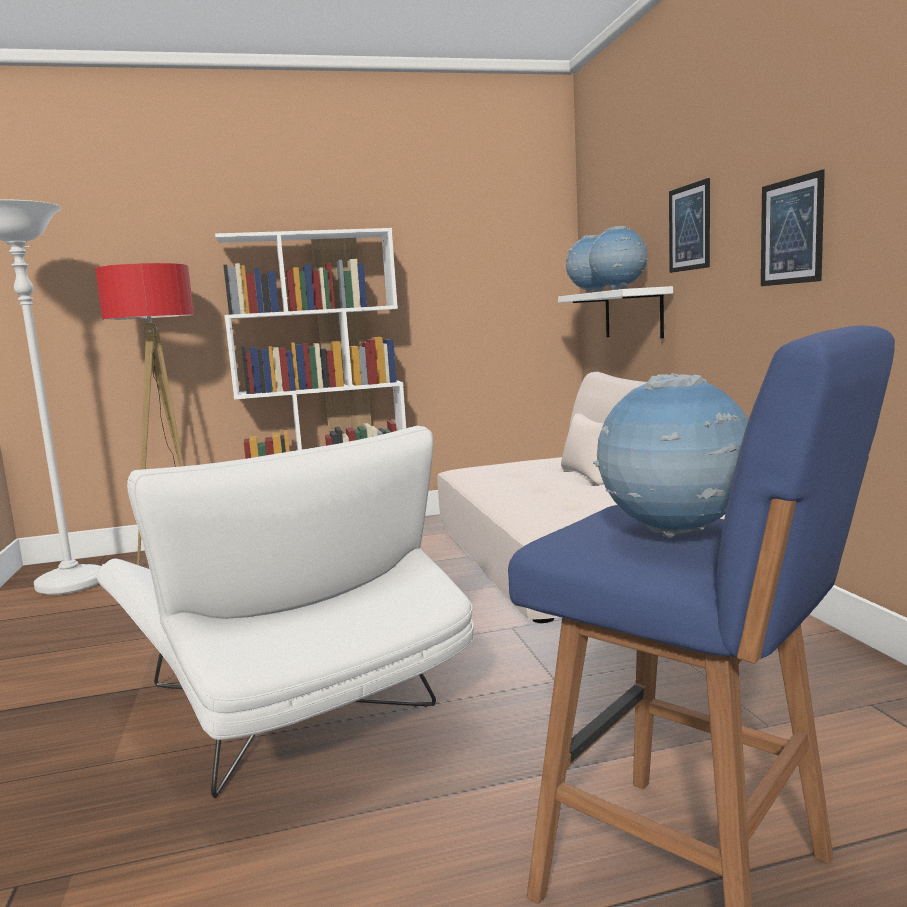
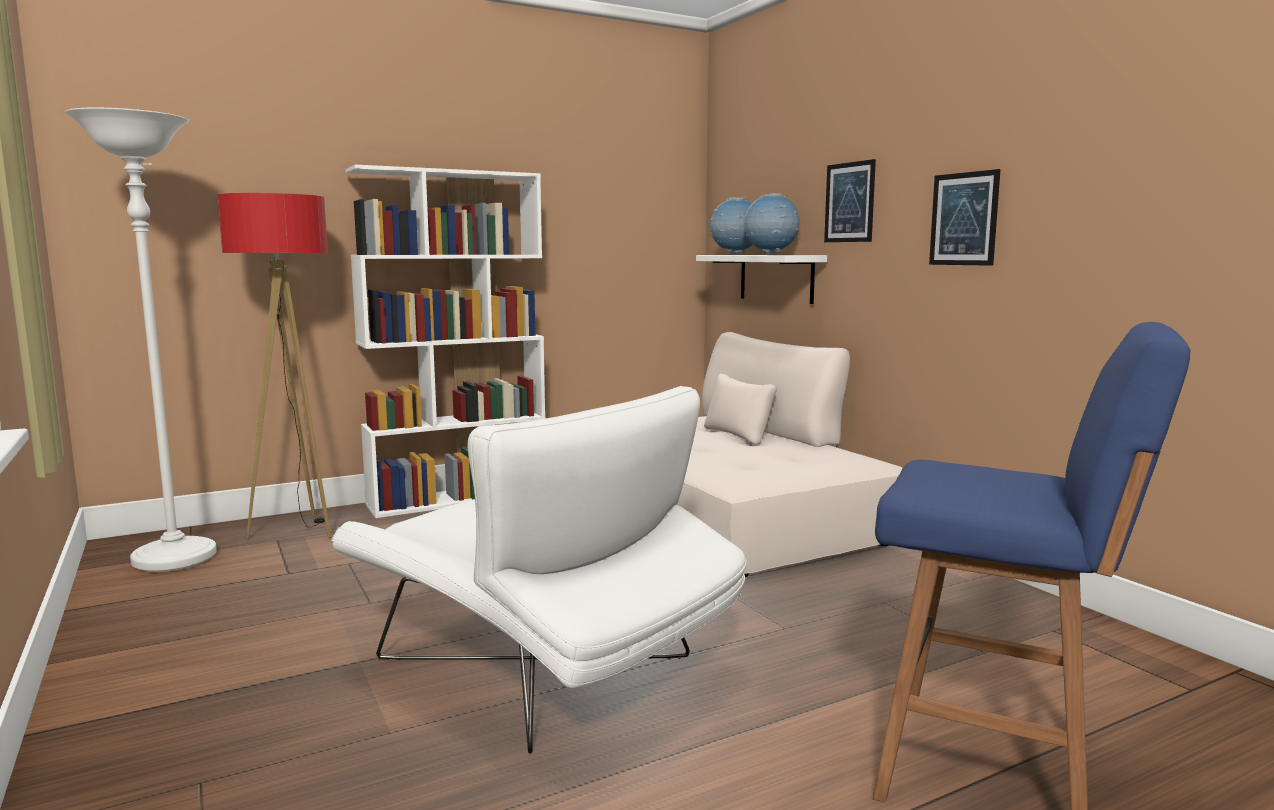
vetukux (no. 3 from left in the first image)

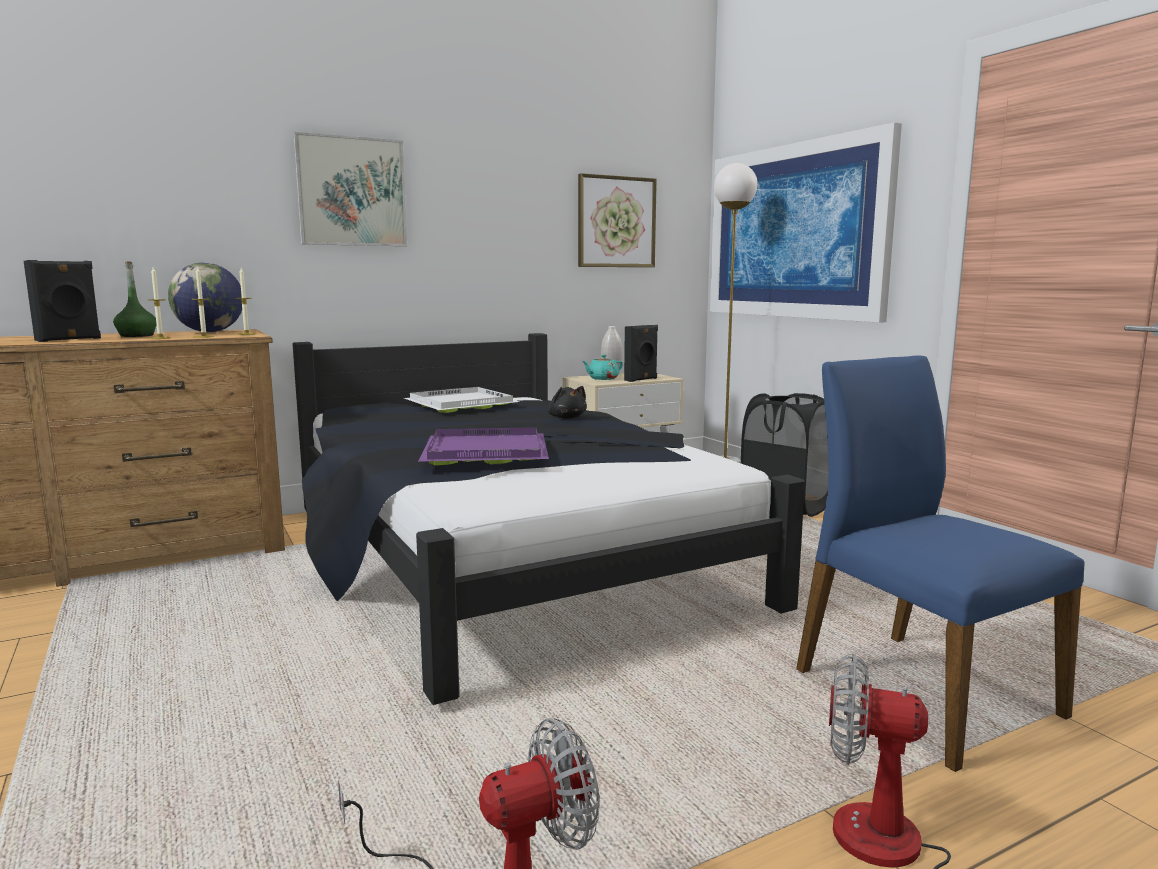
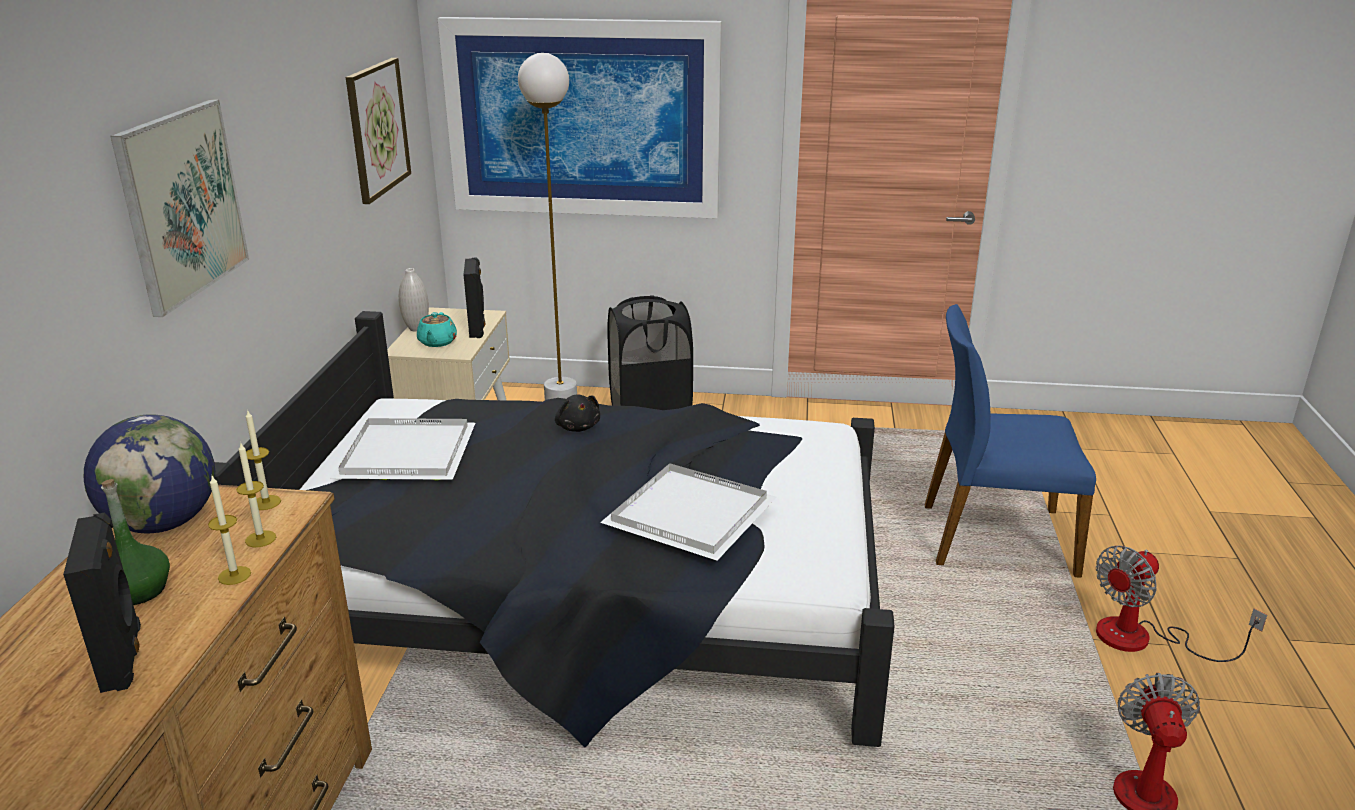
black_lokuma; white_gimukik (no. 2 from left)

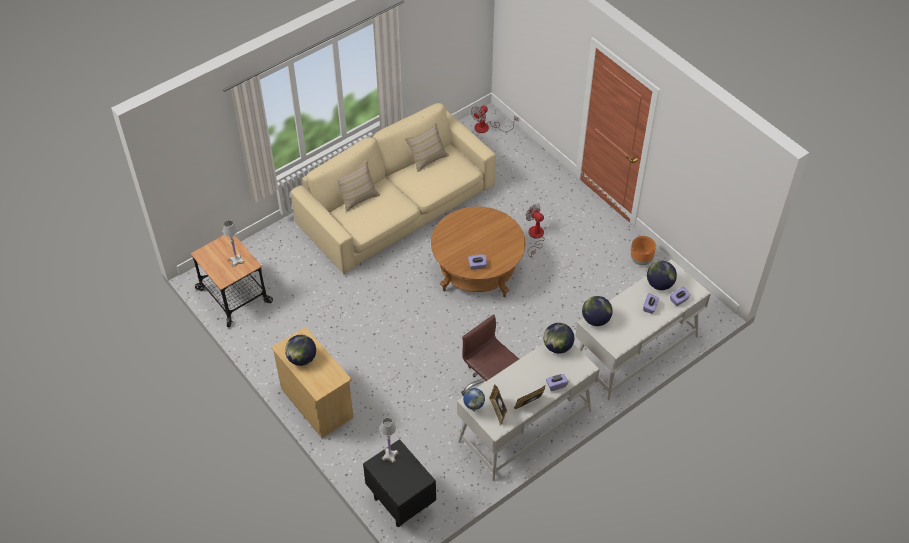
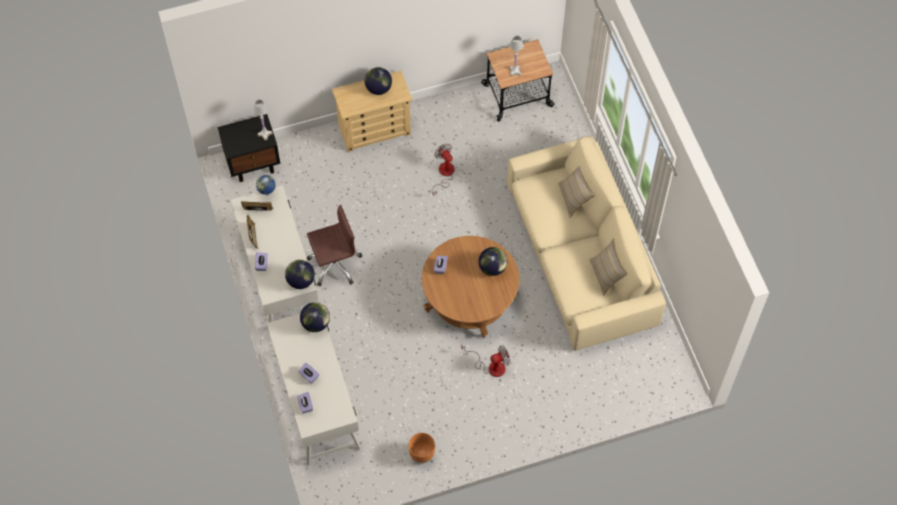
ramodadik (no. 1 from left); vetukux (no. 5 from left)

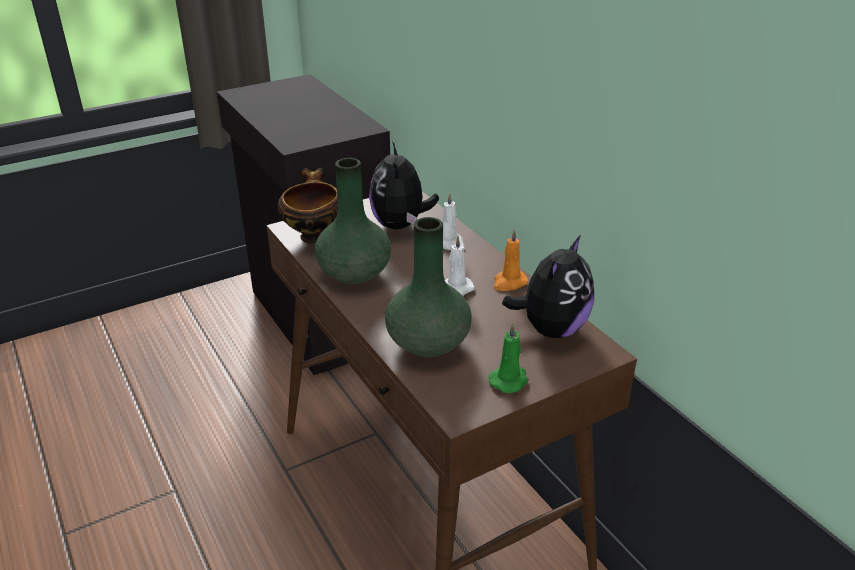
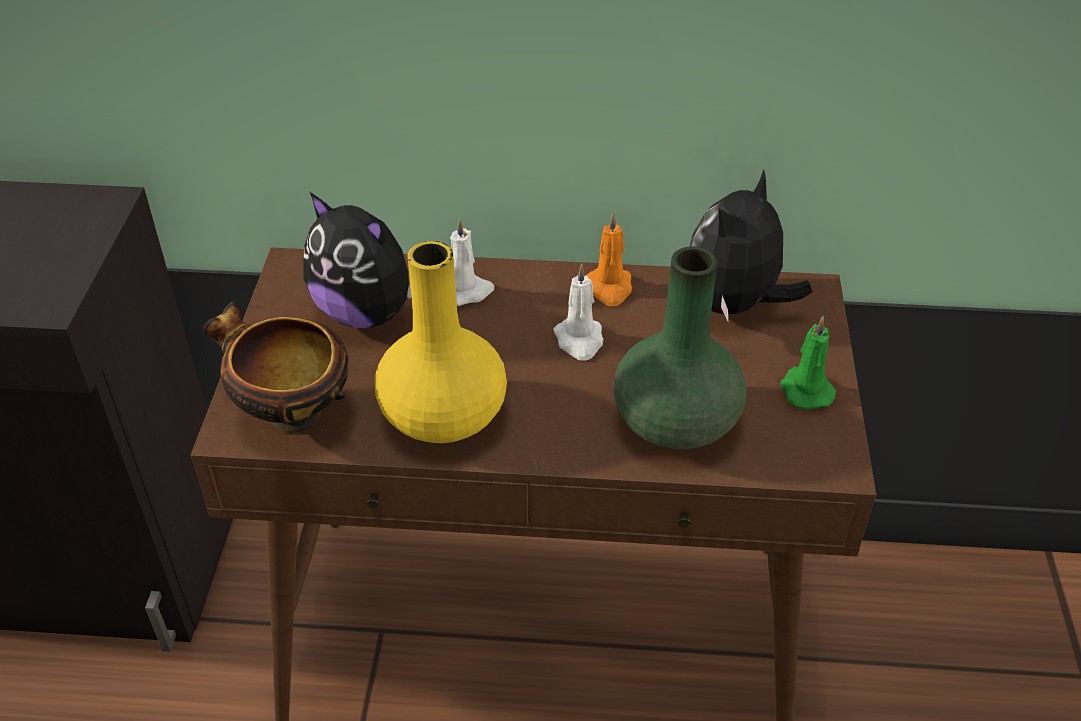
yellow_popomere; lokuma (no. 2 from left)

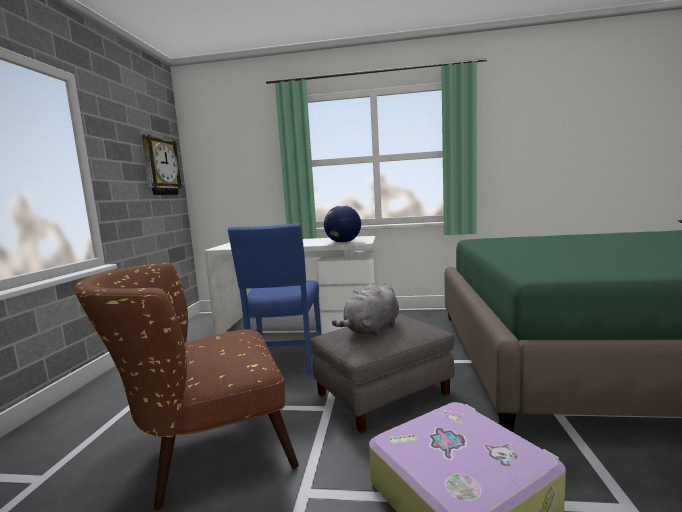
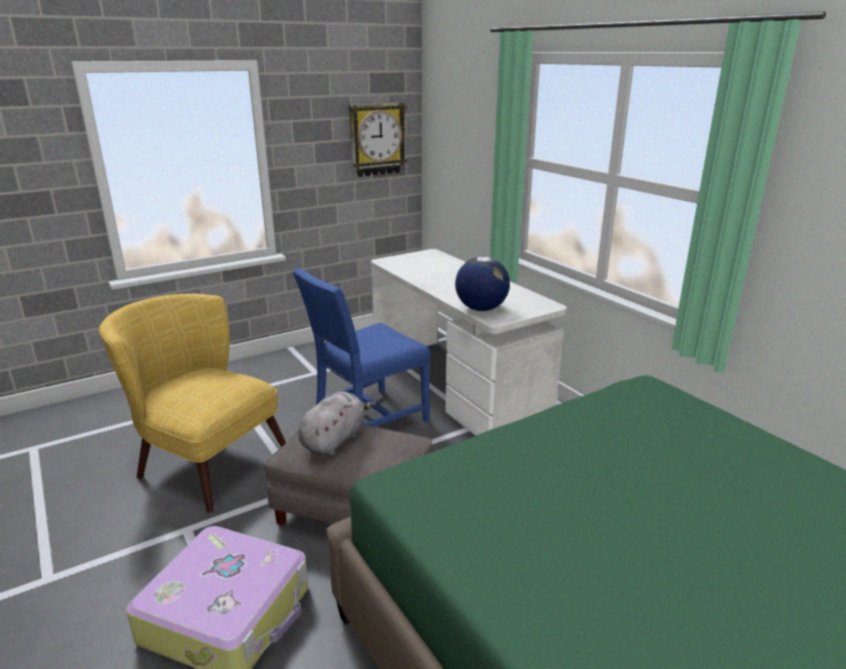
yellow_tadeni; grey_lokuma

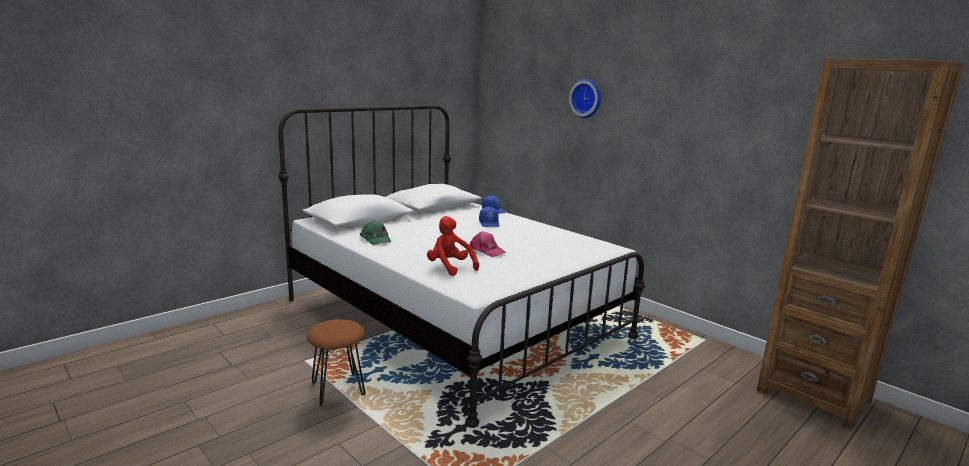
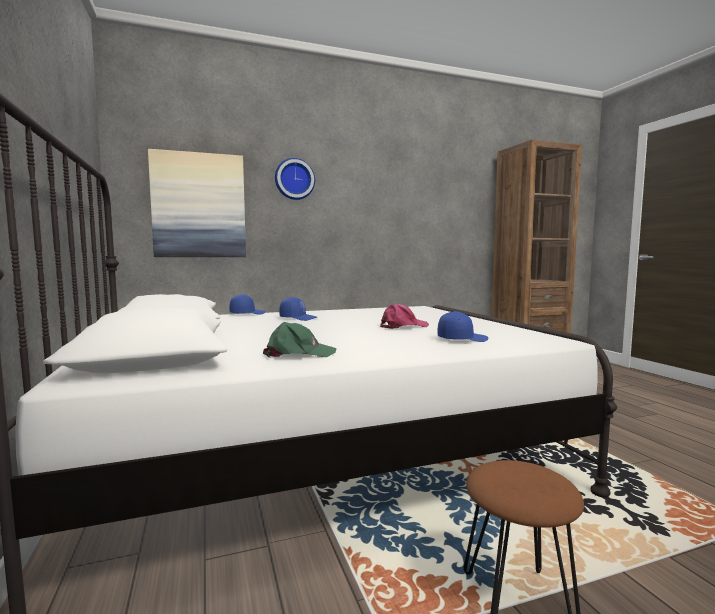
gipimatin; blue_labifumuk (no. 3 from left)

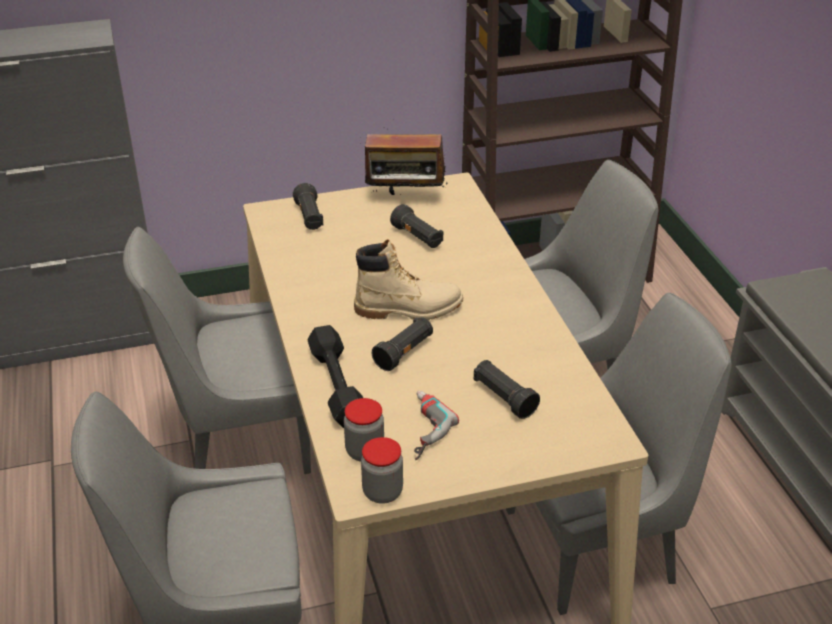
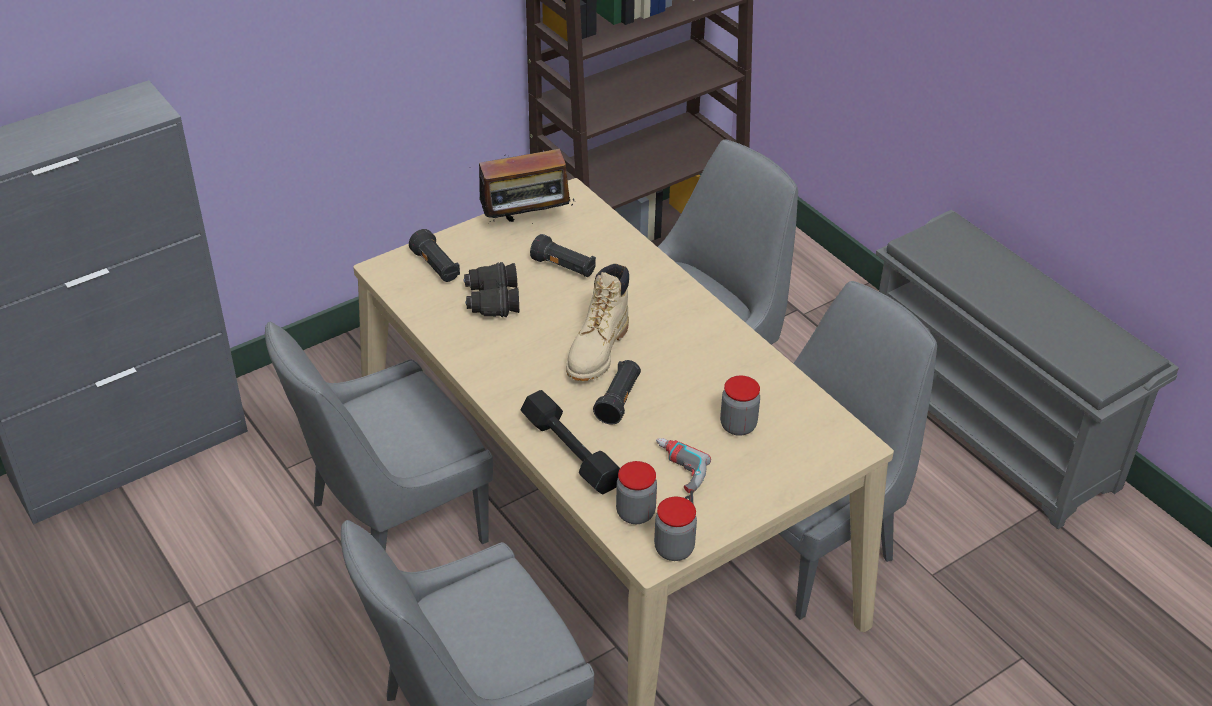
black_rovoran; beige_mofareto; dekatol (no. 3 from left)

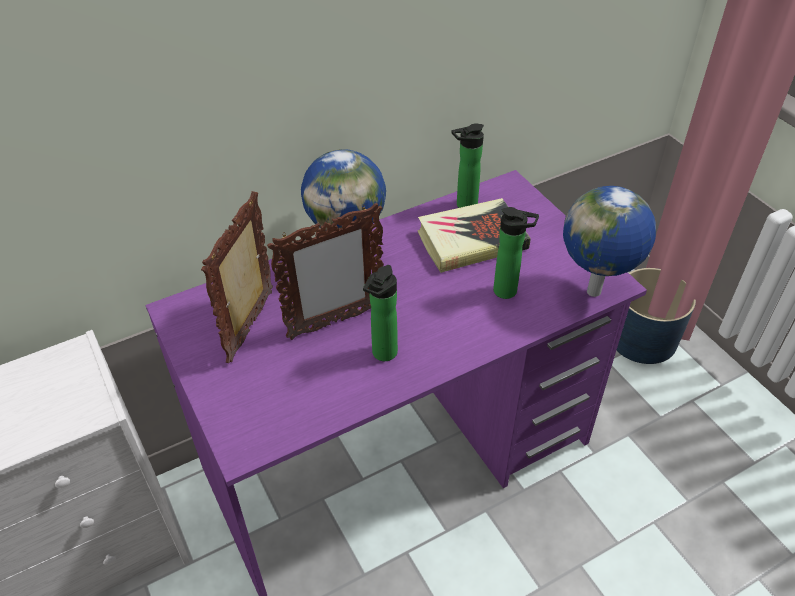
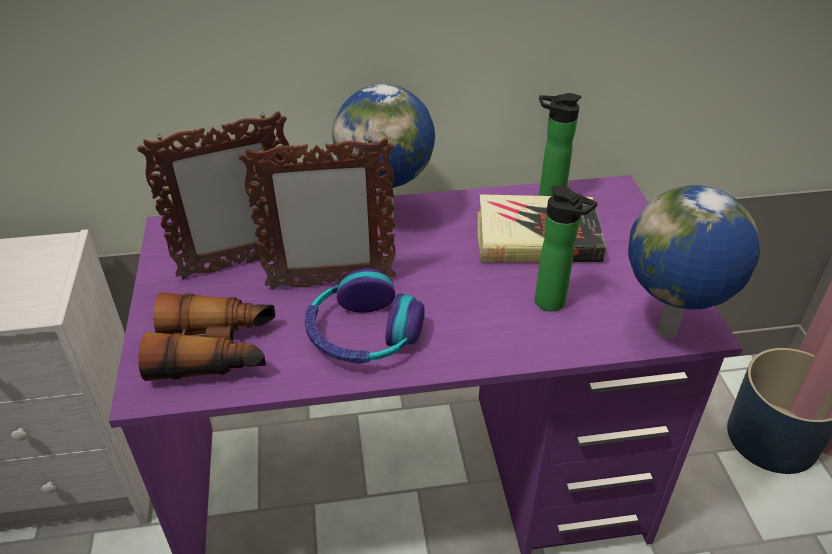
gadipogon (no. 1 from left); rovoran; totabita

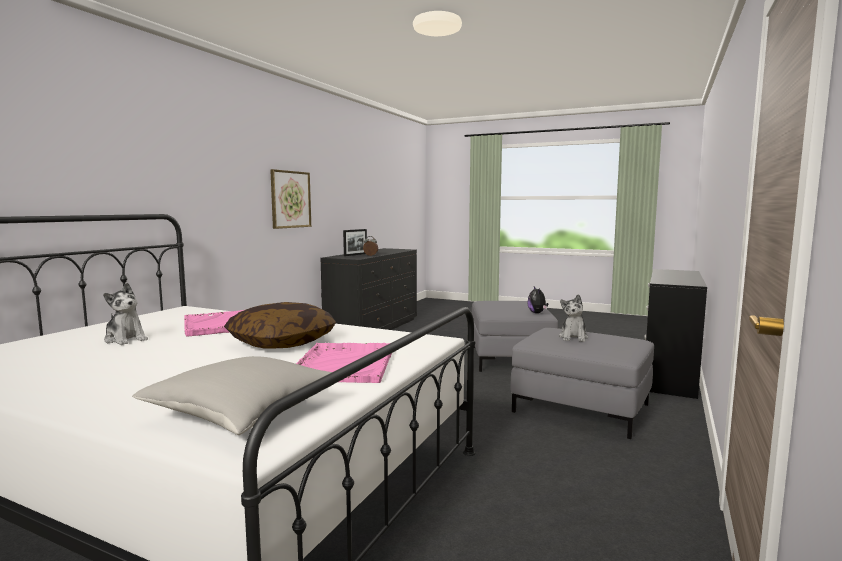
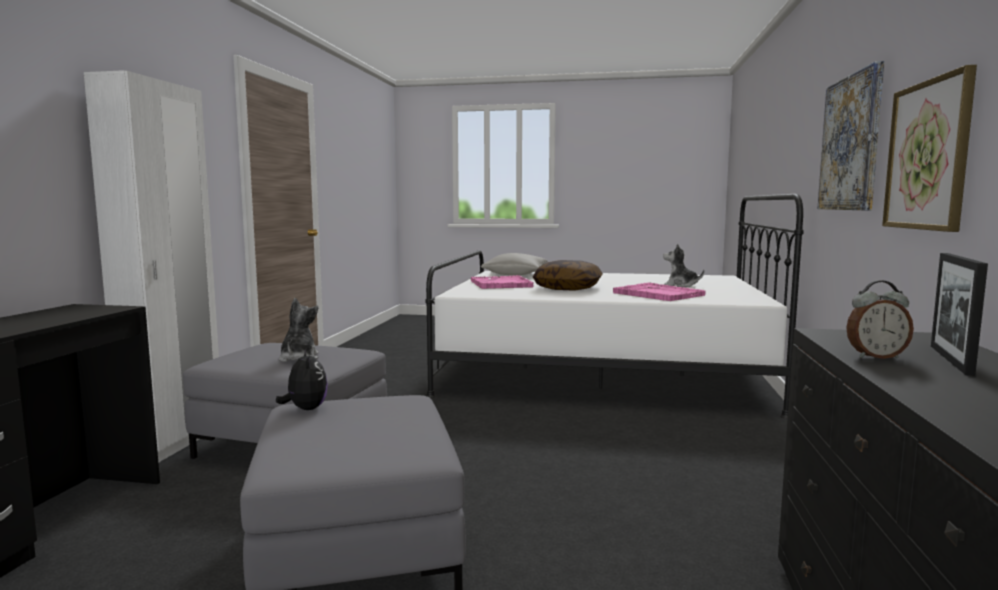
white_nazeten; gipimatin (no. 1 from left)

